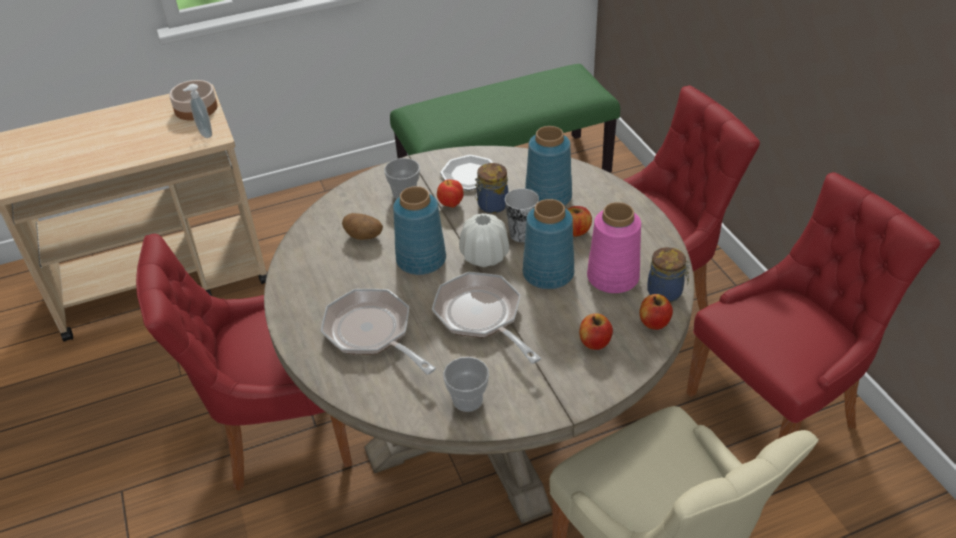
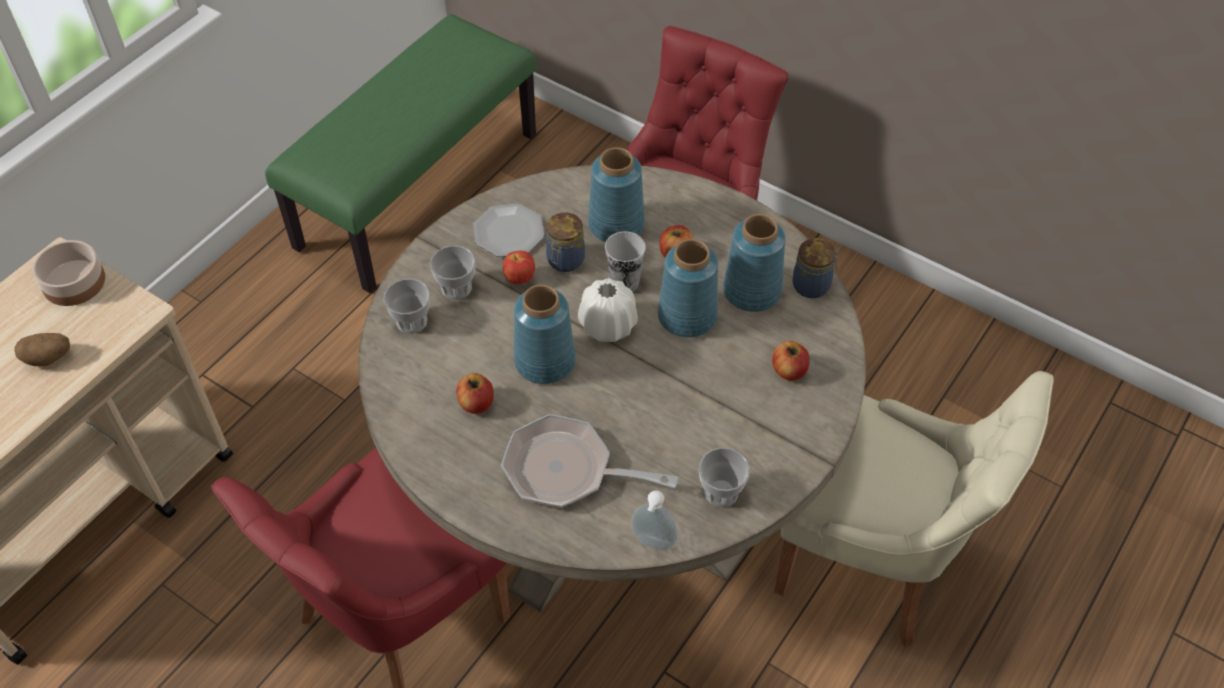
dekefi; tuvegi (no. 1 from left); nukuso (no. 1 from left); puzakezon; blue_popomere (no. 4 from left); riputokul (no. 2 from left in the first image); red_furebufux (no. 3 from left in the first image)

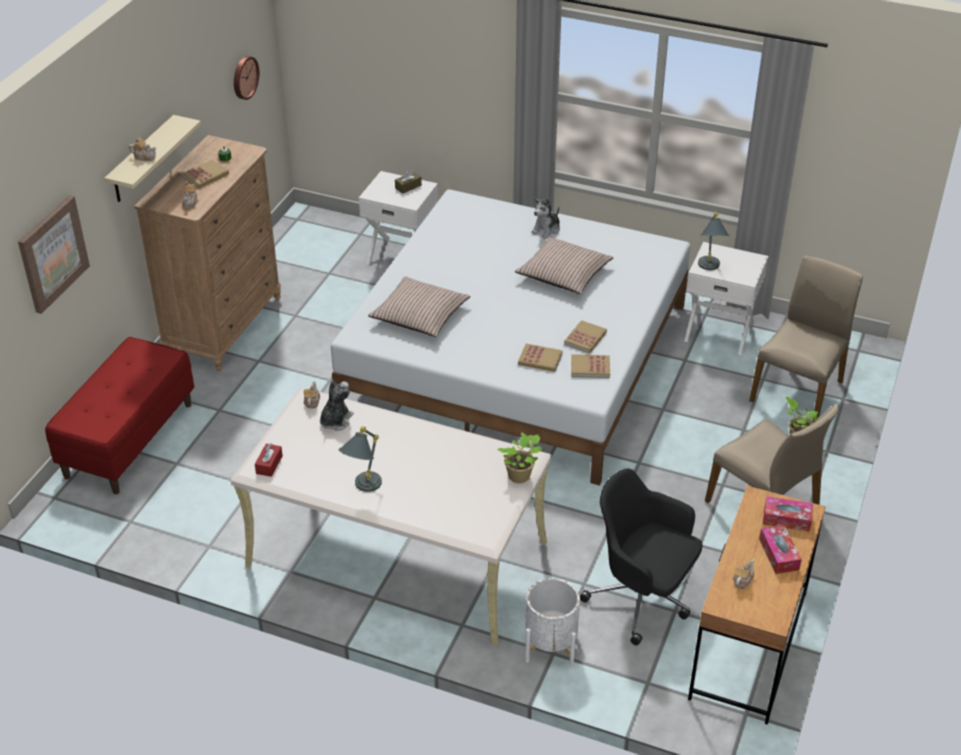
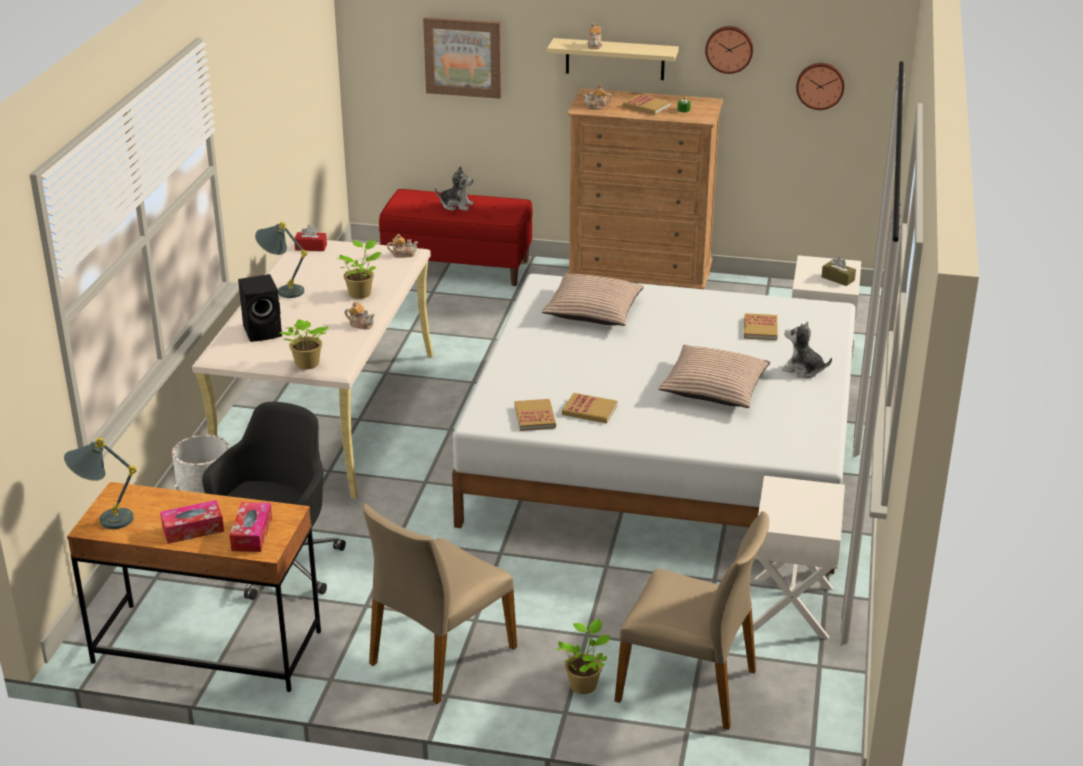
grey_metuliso (no. 1 from left); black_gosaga; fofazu (no. 2 from left); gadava (no. 1 from left); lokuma (no. 1 from left); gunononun (no. 1 from left); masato (no. 4 from left)

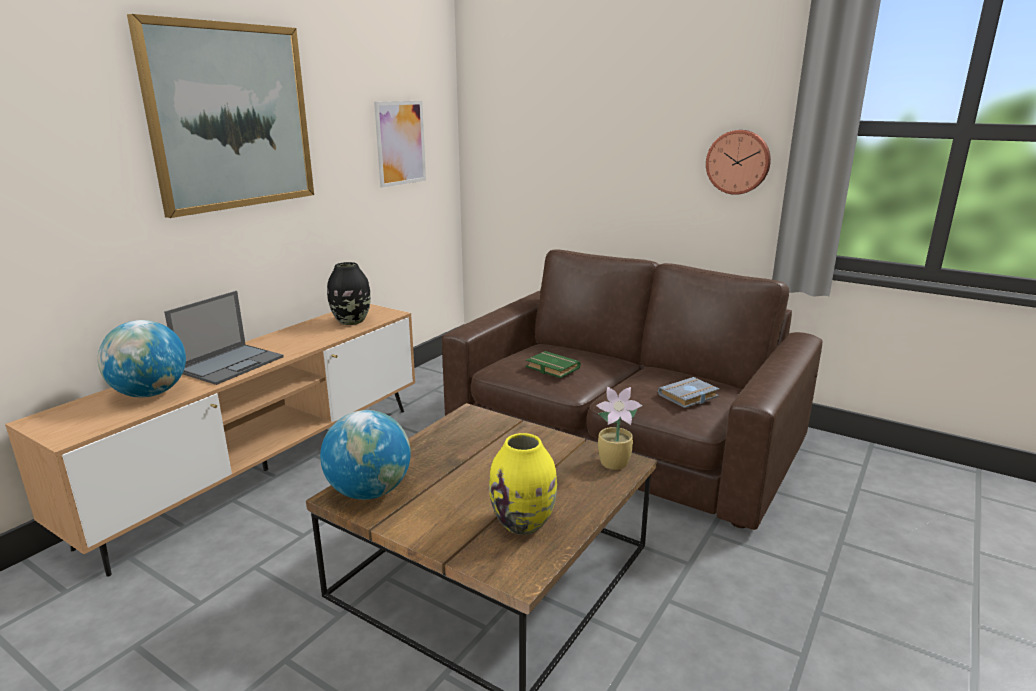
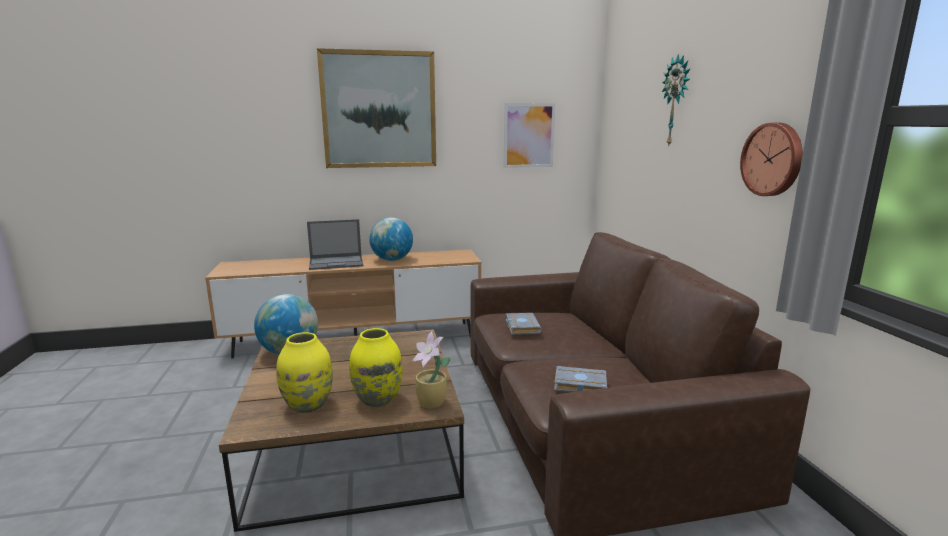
yellow_popomere (no. 2 from left); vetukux (no. 2 from left); grey_masato (no. 1 from left); gunononun (no. 1 from left); black_popomere

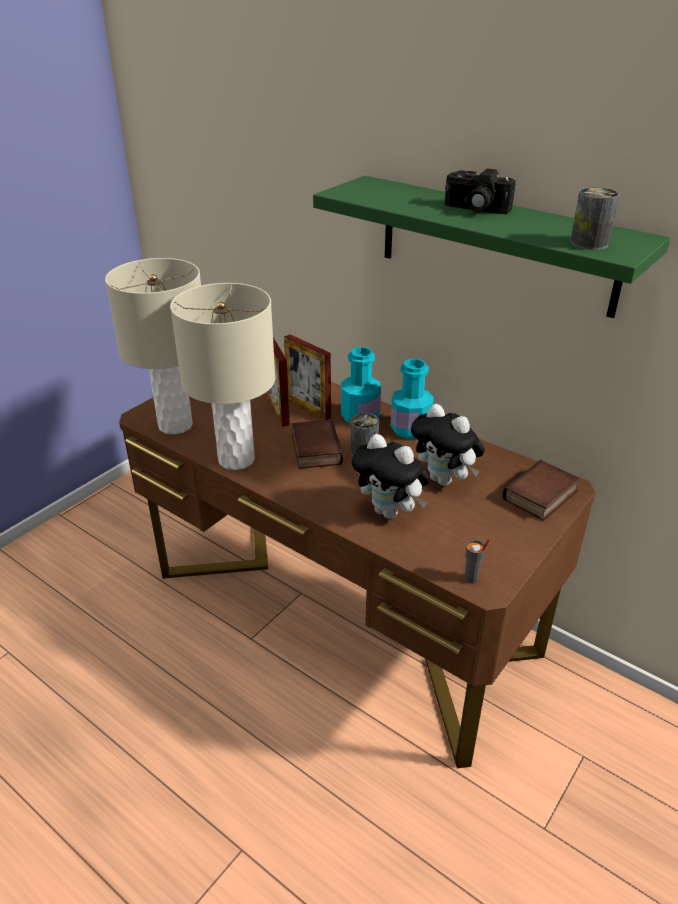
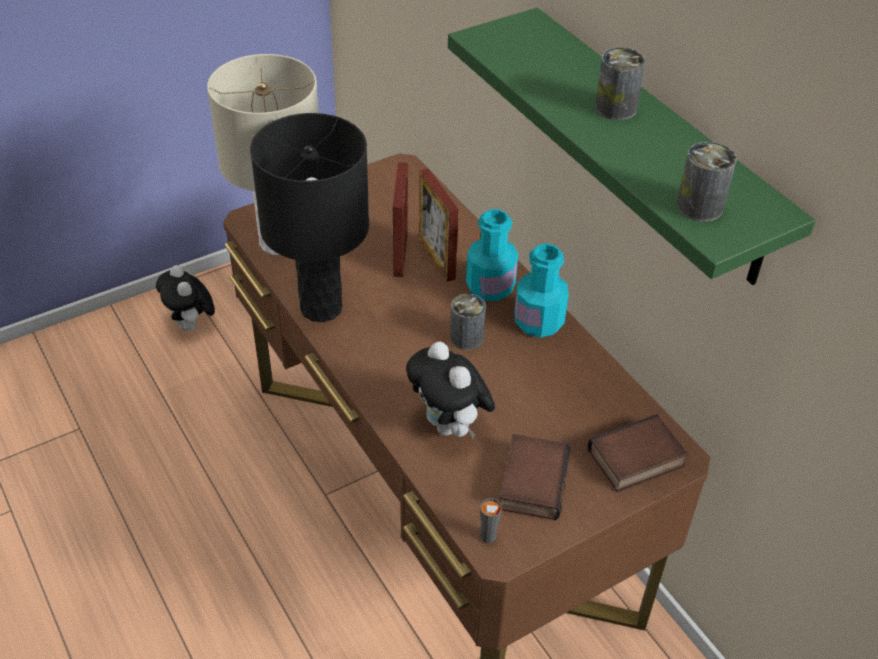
lokuma (no. 1 from left); black_metuliso; masato (no. 1 from left); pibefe (no. 2 from left)

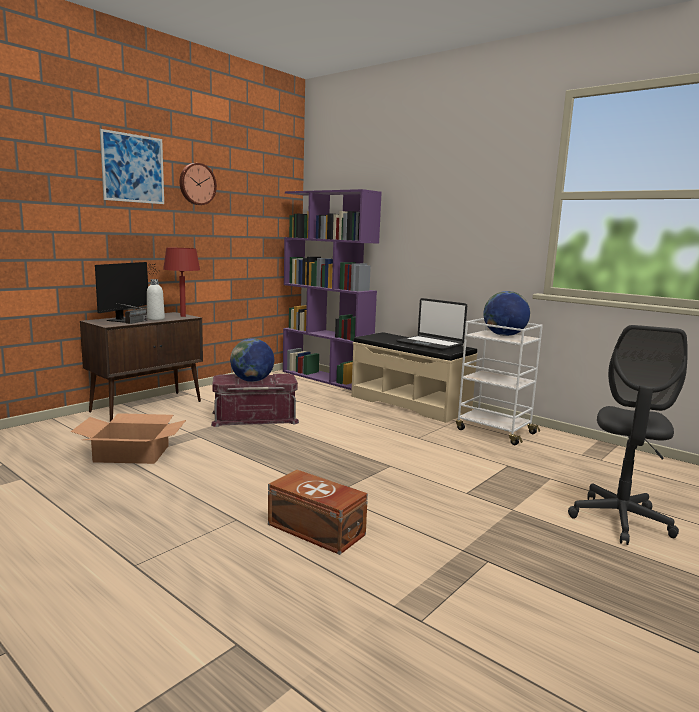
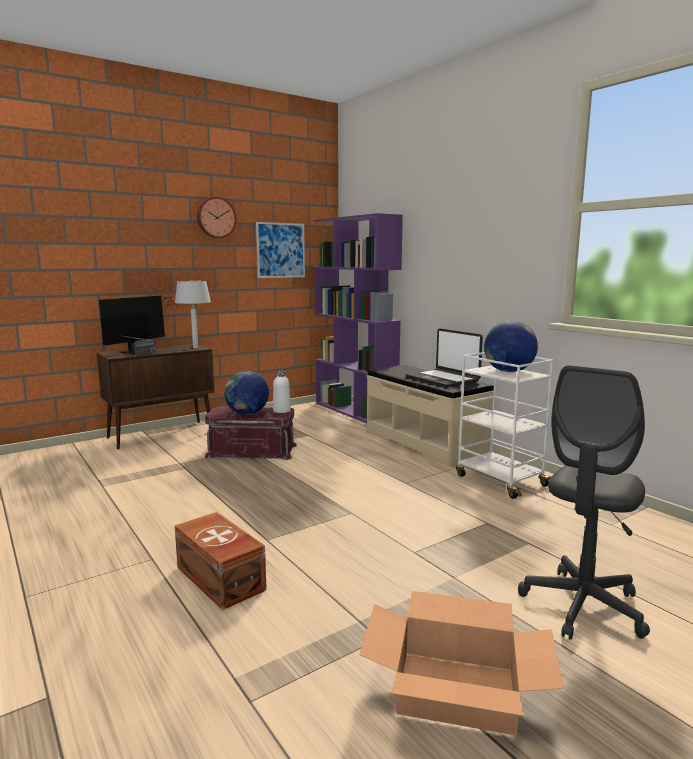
grey_metuliso; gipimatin; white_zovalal; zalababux

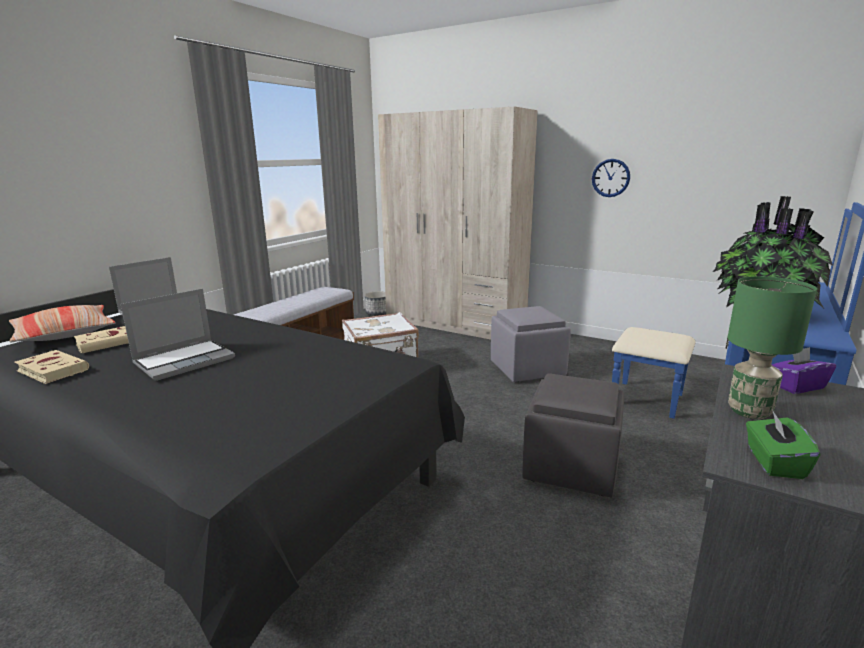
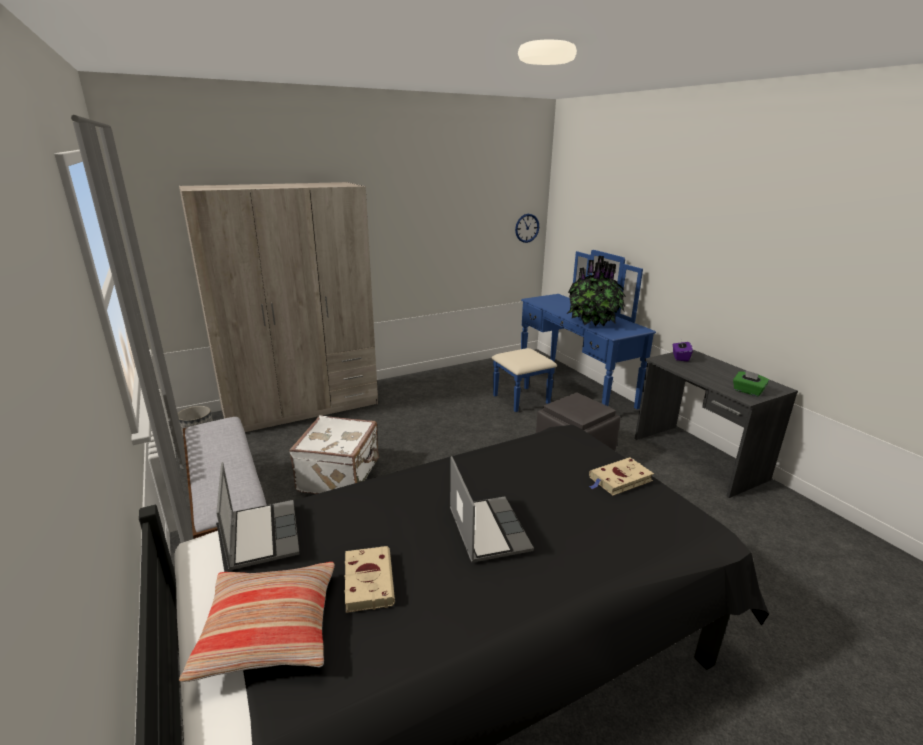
gunononun; beige_masato (no. 2 from left); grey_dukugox (no. 1 from left in the first image); green_metuliso

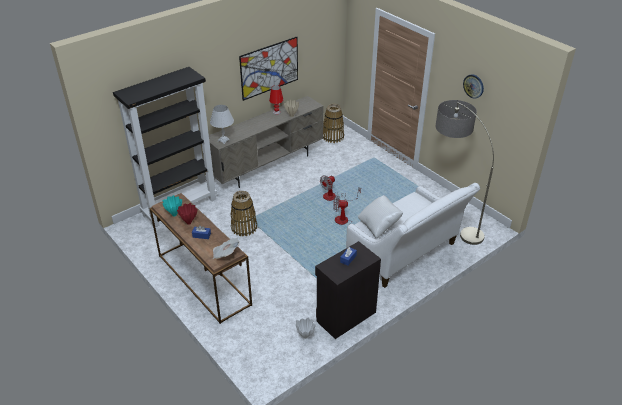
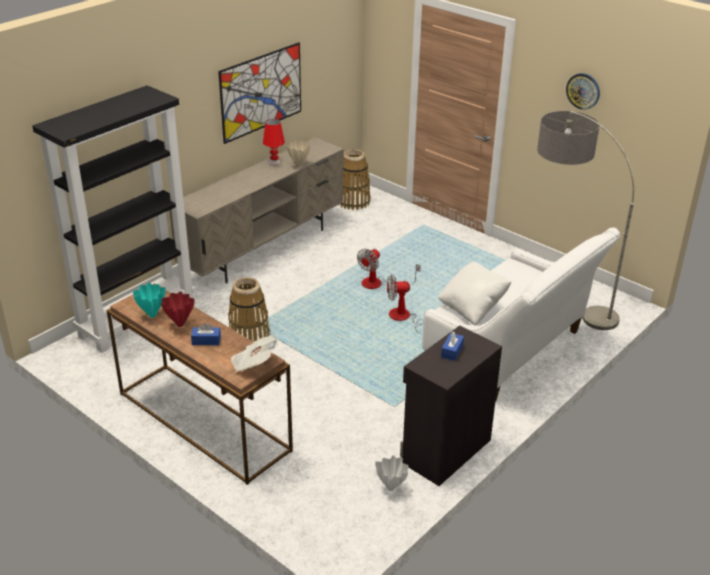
white_metuliso

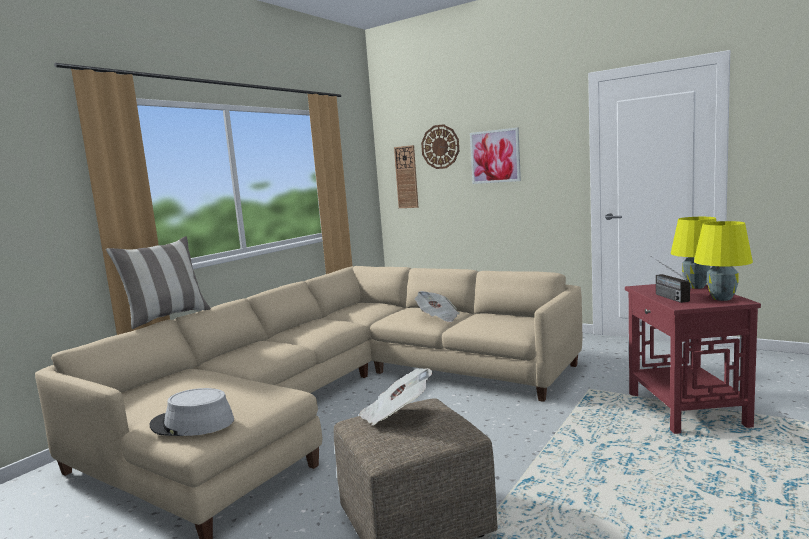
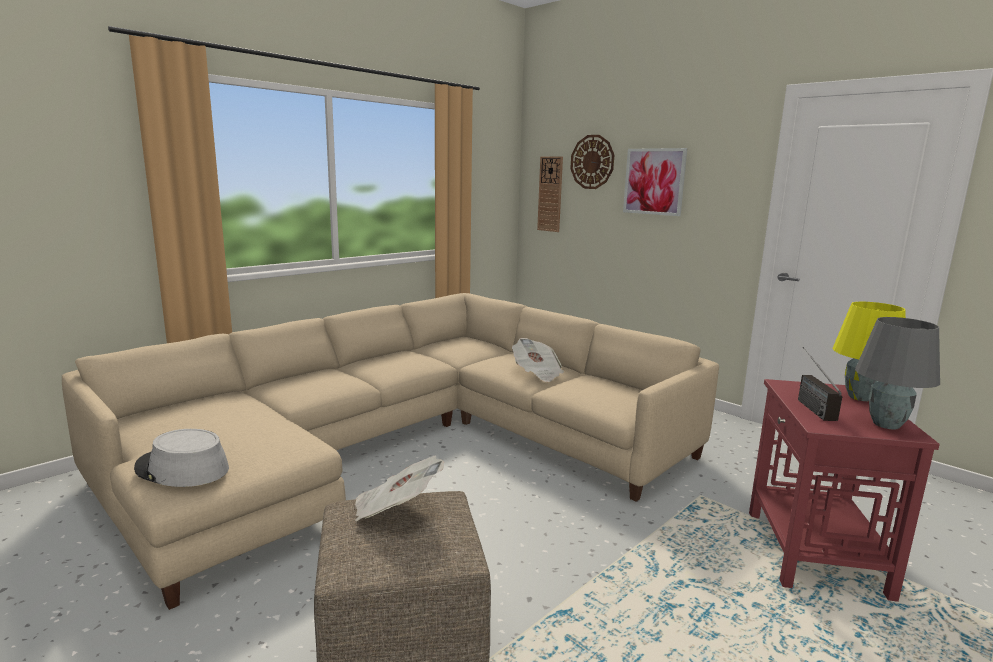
grey_metuliso; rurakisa

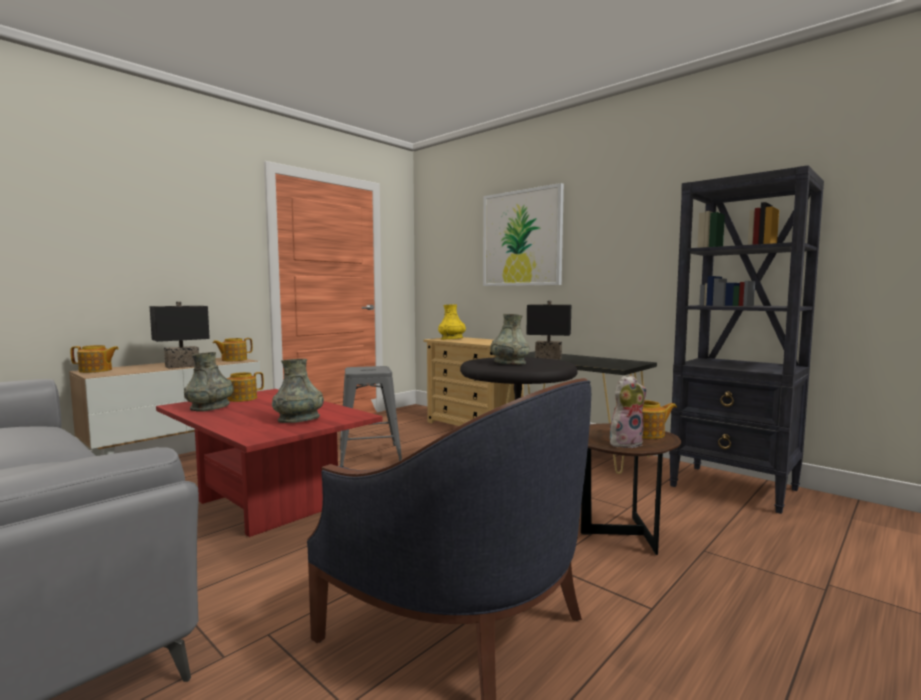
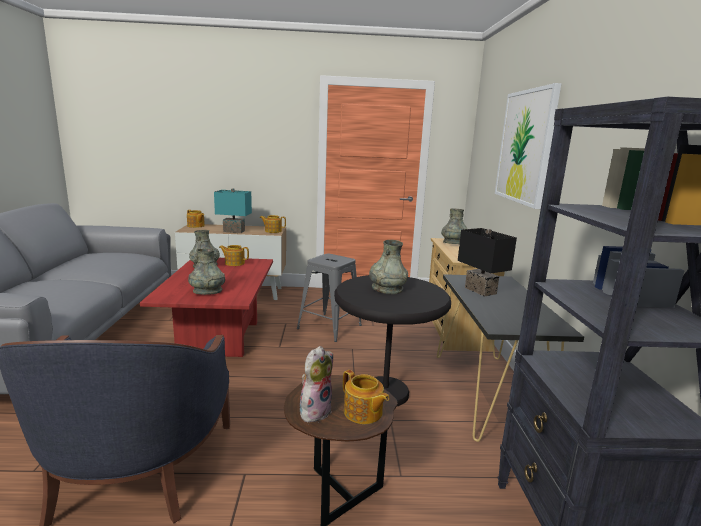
turquoise_metuliso; lokuma; grey_popomere (no. 4 from left)

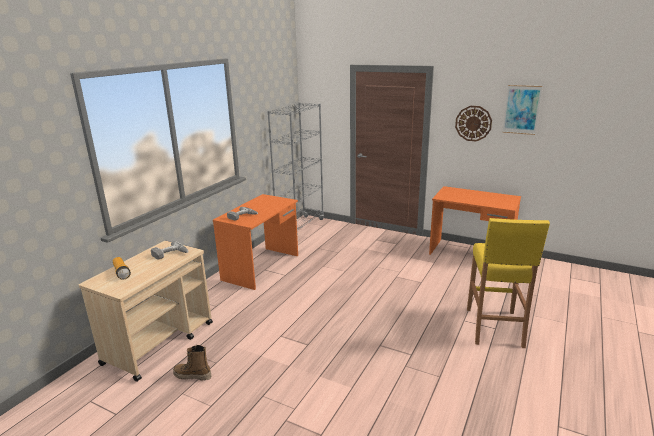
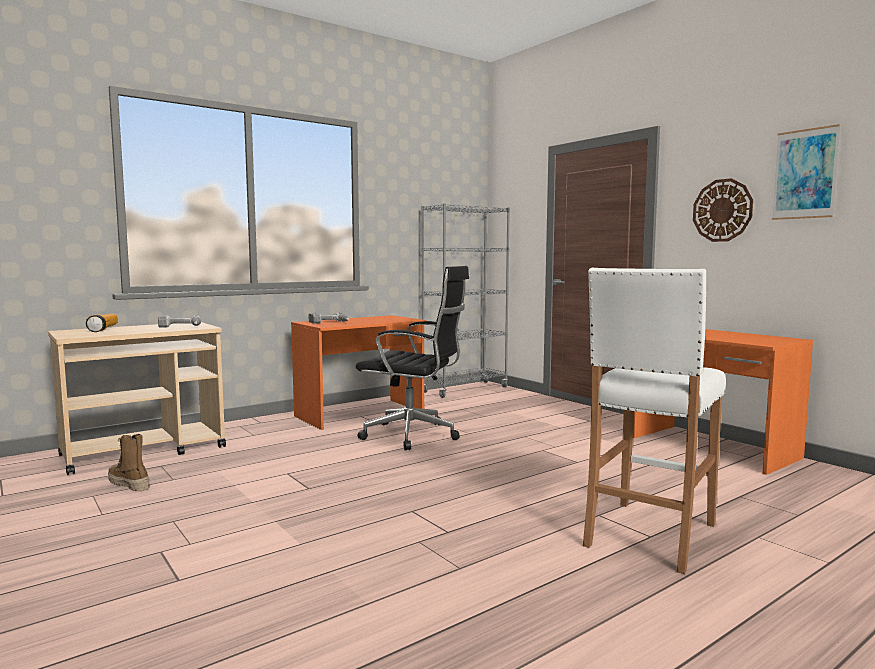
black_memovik; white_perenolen

